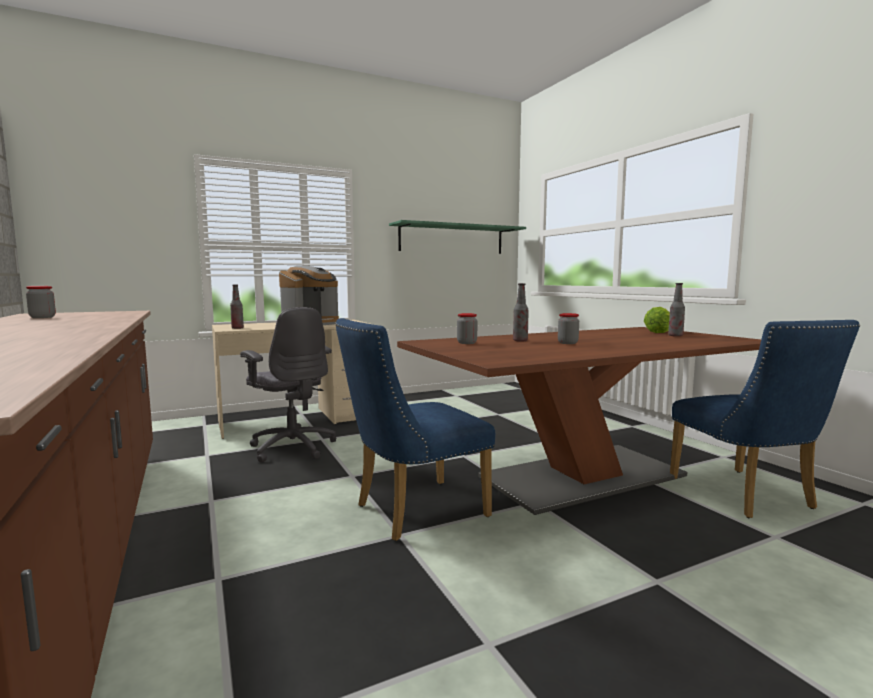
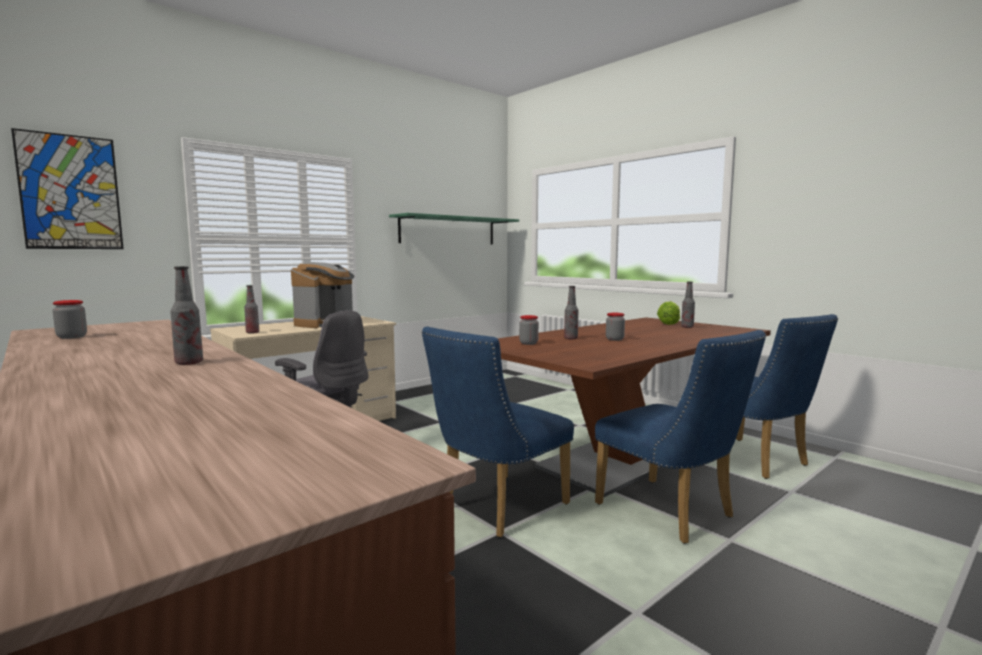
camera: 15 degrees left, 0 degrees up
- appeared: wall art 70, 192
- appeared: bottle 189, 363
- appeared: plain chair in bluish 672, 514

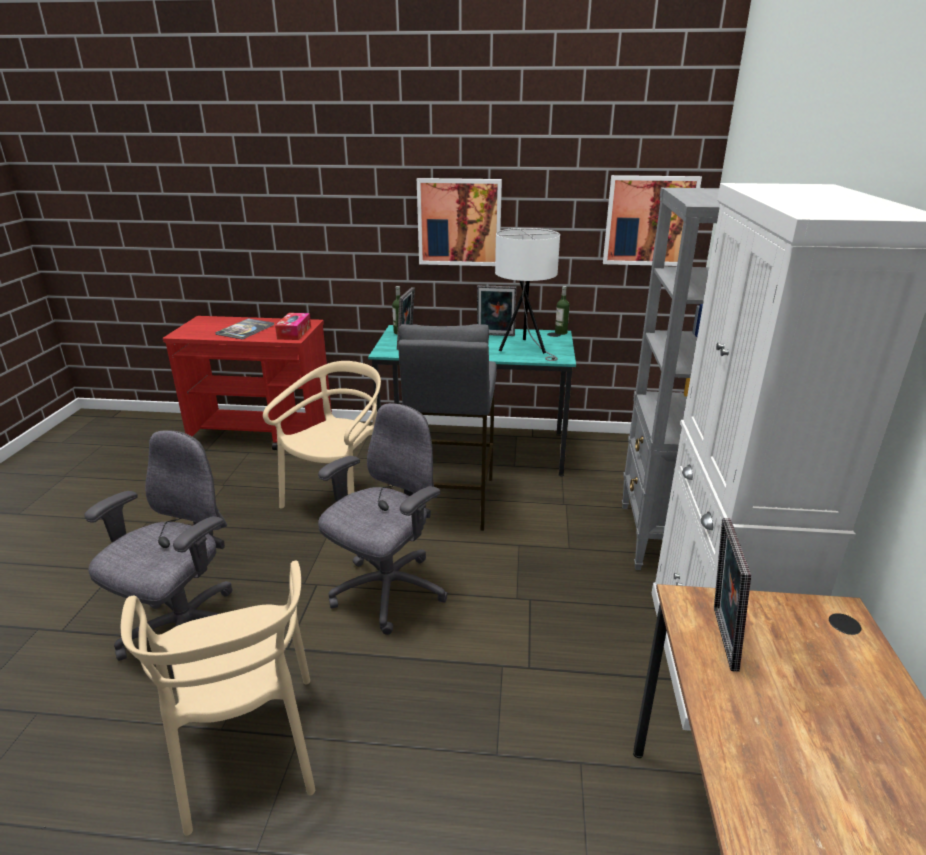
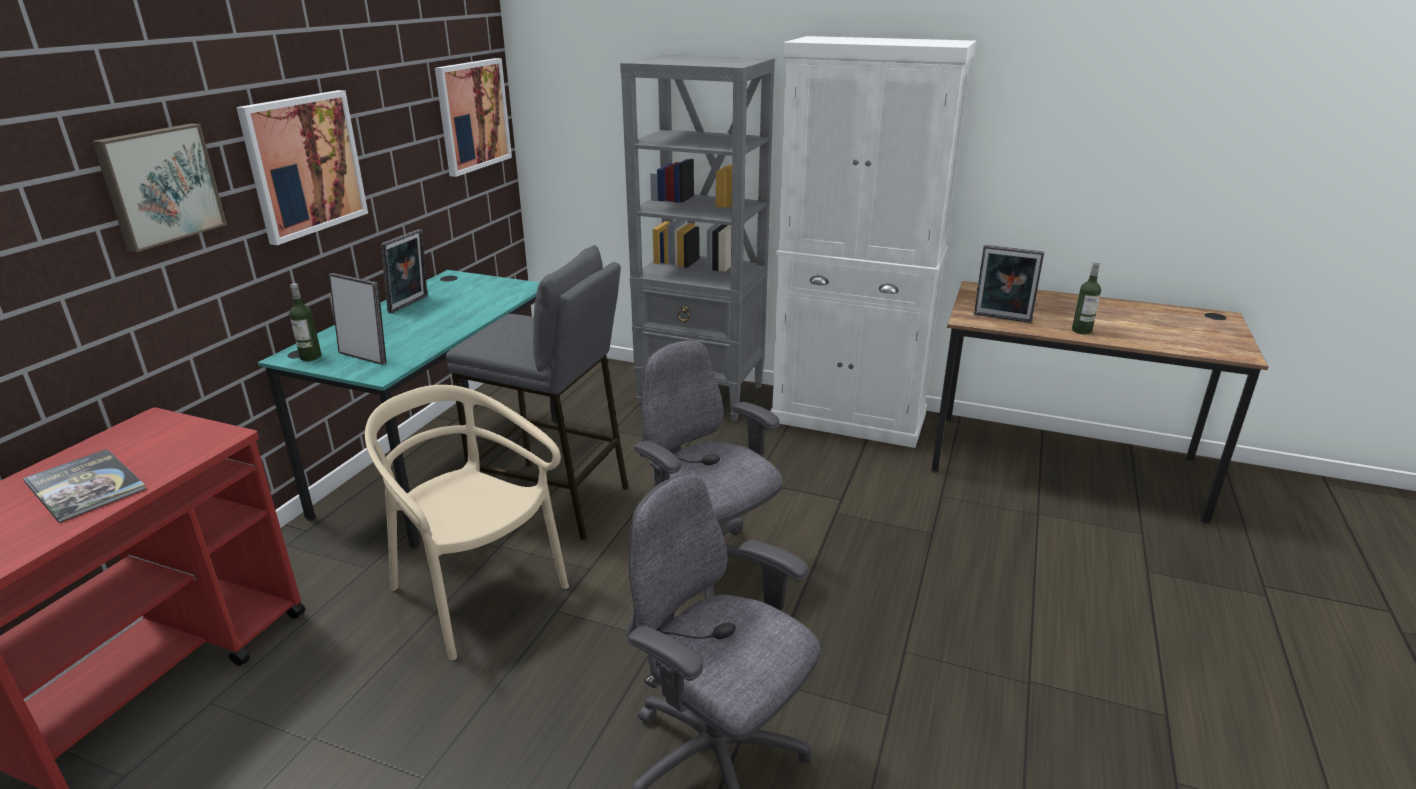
camera: 75 degrees left, 0 degrees up
- missing: tabletop lamp in white 524, 349
- relocated: bottle 561, 332 to 1081, 331
- missing: box of tissues 294, 332
- missing: plain chair in beige 246, 747
- appeared: wall art 160, 185

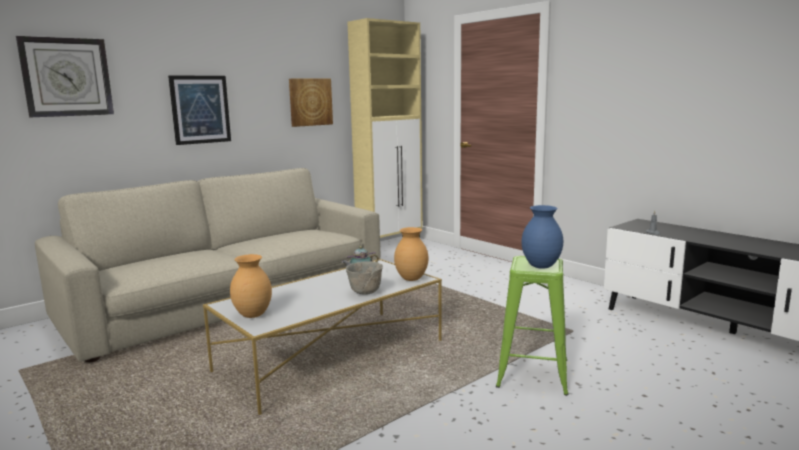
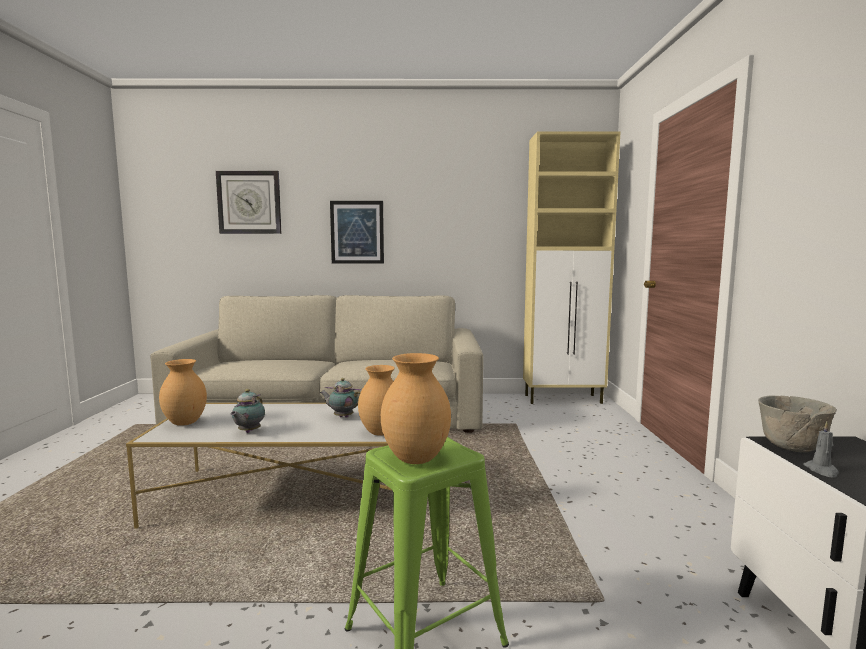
camera: 40 degrees right, 5 degrees down
- missing: wall art 310, 102
- colour: vase in bluish 541, 266 to vase in brown-coloured 415, 459
- relocated: deep dish in greyish 365, 292 to 792, 448
- appeared: pot for tea 248, 432

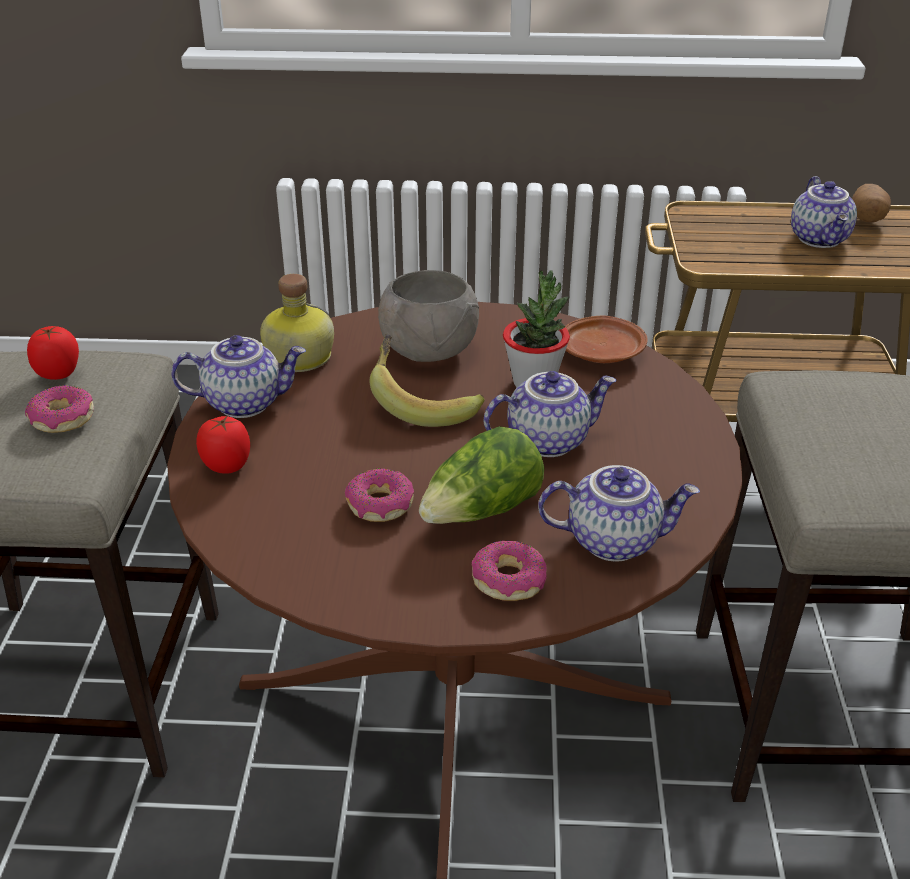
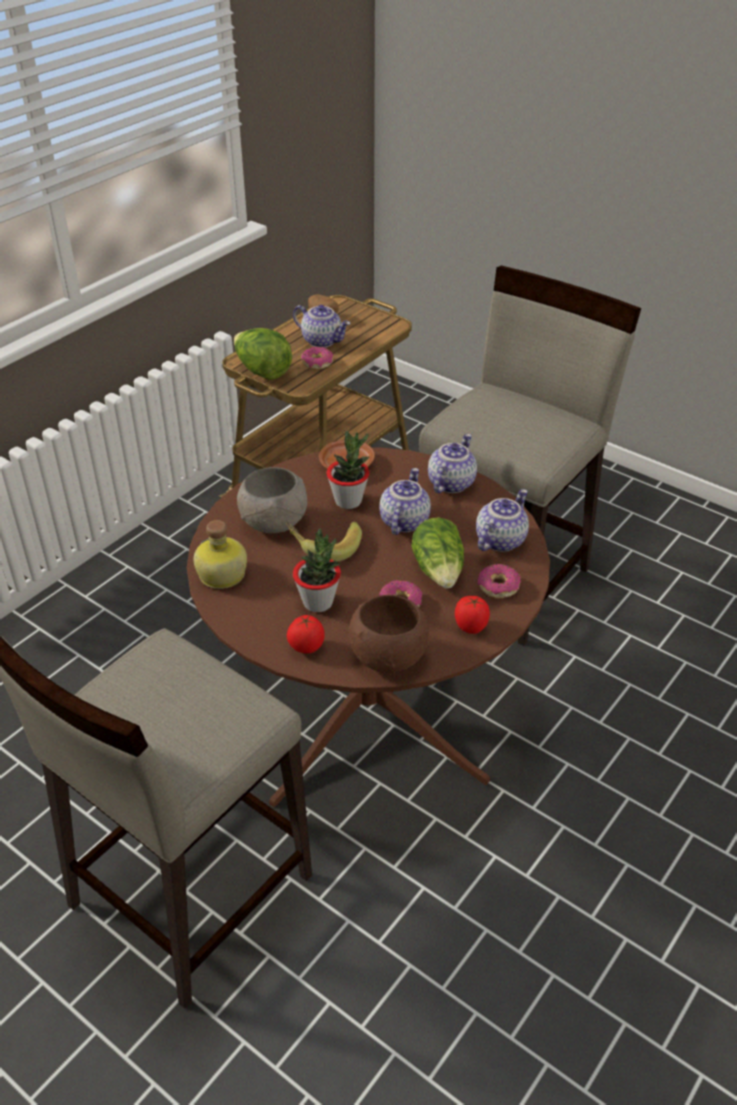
camera: 55 degrees left, 5 degrees up
- relocated: whole tomato 59, 373 to 470, 627
- relocated: pot for tea 244, 402 to 450, 483
- relocated: donut 62, 419 to 317, 363
- appeared: lettuce head 262, 372
- appeared: plant in a pot 318, 602
- appeared: deep dish in brown-coloured 389, 657

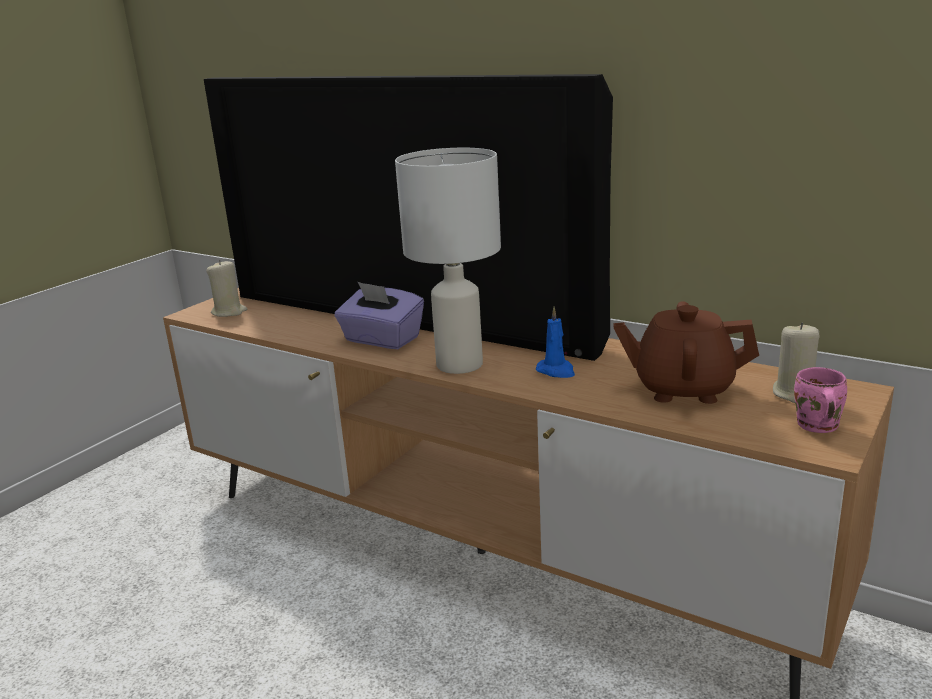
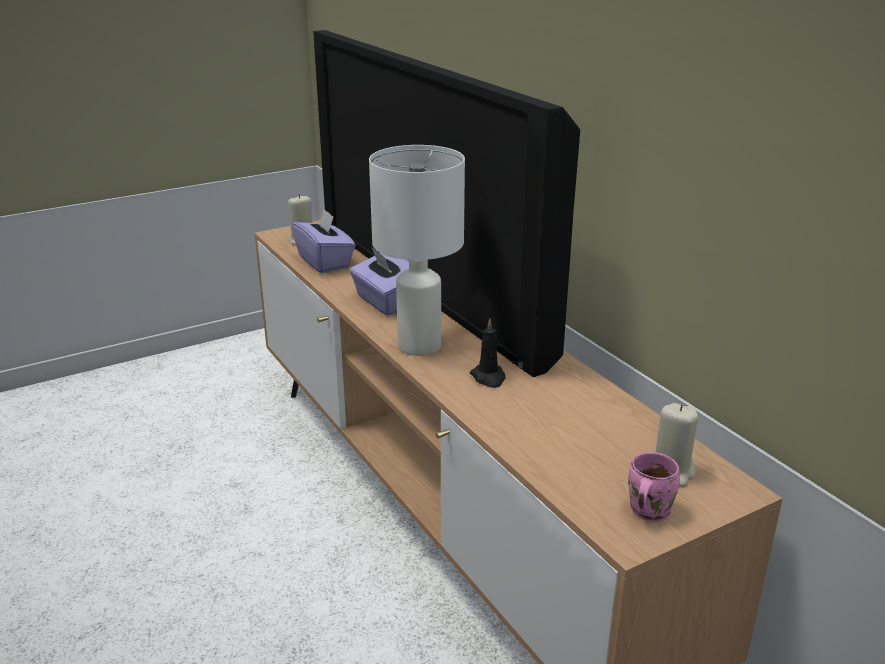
camera: 25 degrees right, 5 degrees up
- missing: pot for tea in brown-coloured 683, 389
- colour: wax candle in bluish 556, 371 to wax candle in blackish 488, 378
- appeared: box of tissues in purple-coloured 325, 262

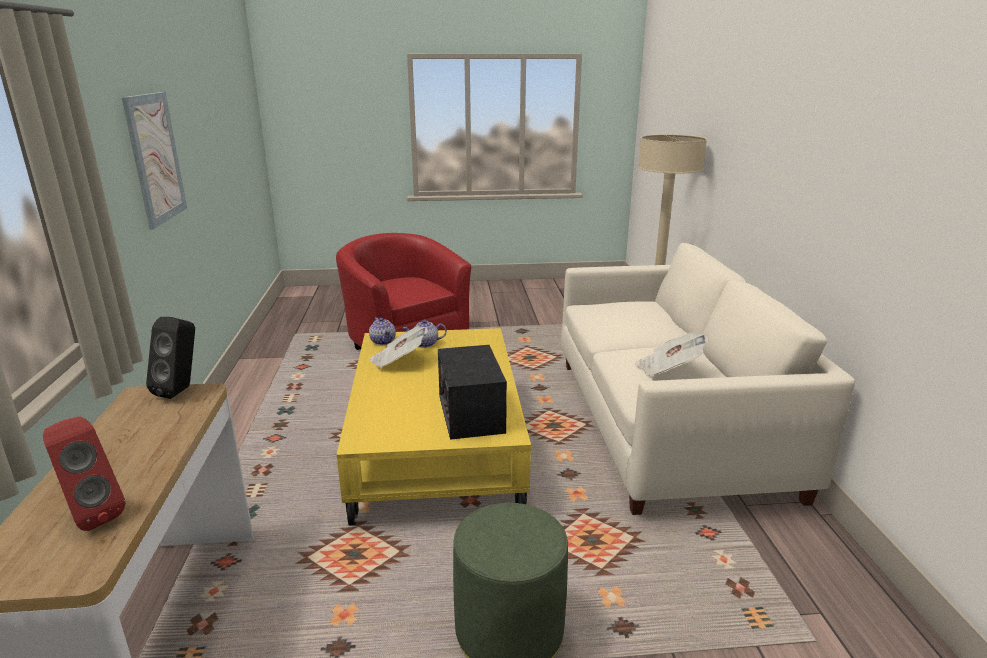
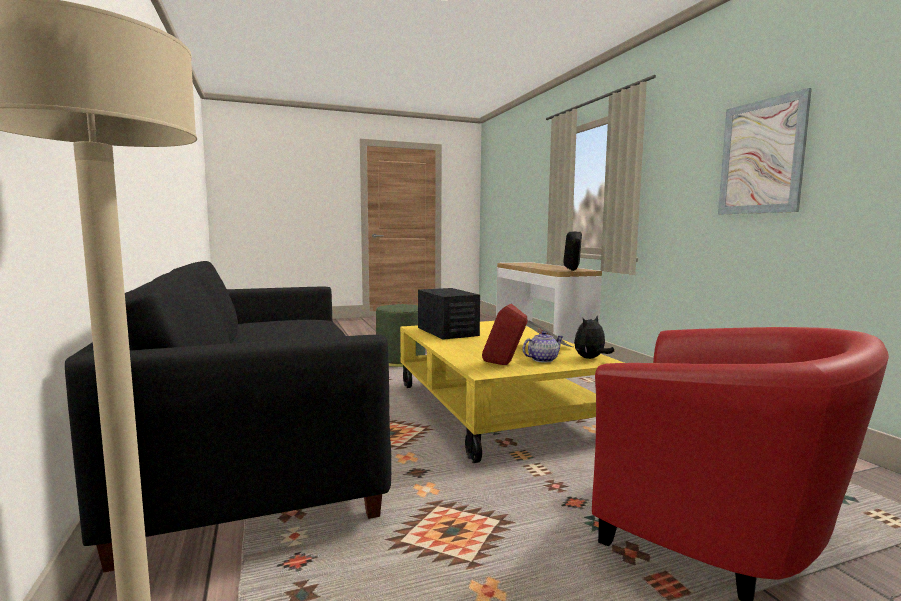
camera: 165 degrees right, 15 degrees down
- colour: settee in white 667, 424 to settee in blackish 256, 449
- exchanged: pot for tea 383, 341 to plush toy 590, 358
- missing: daily paper 668, 369
- relocated: loudspeaker in red 91, 515 to 504, 364

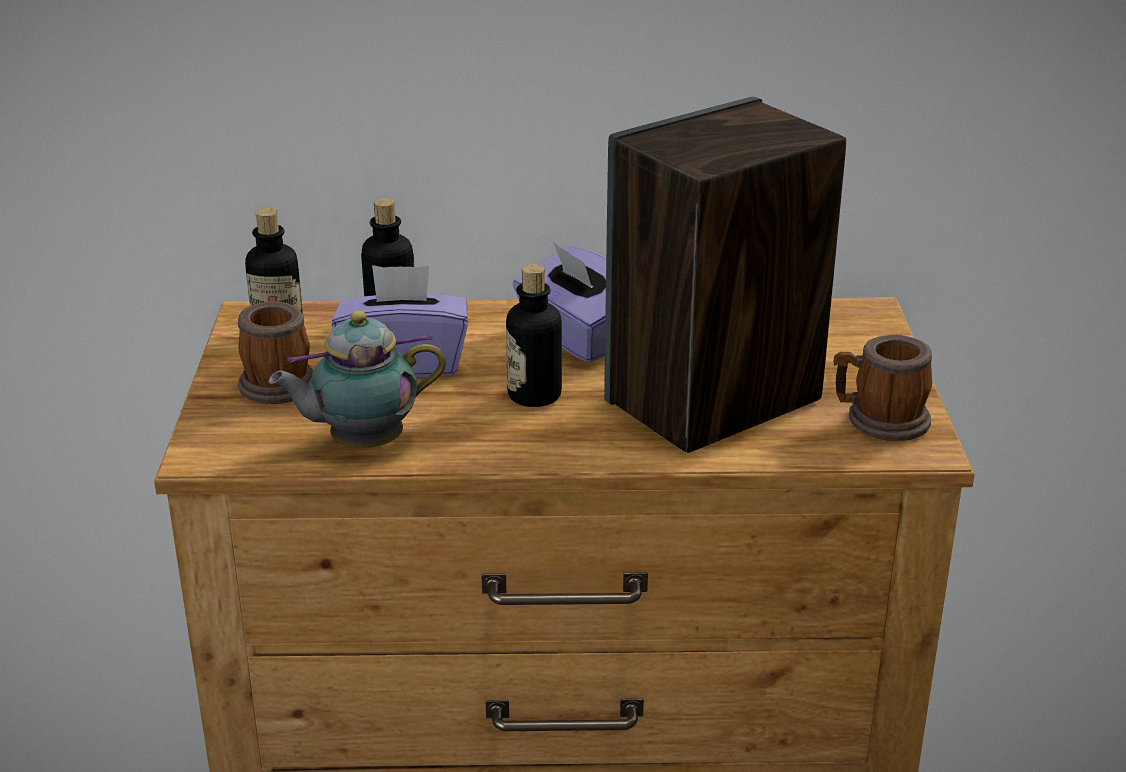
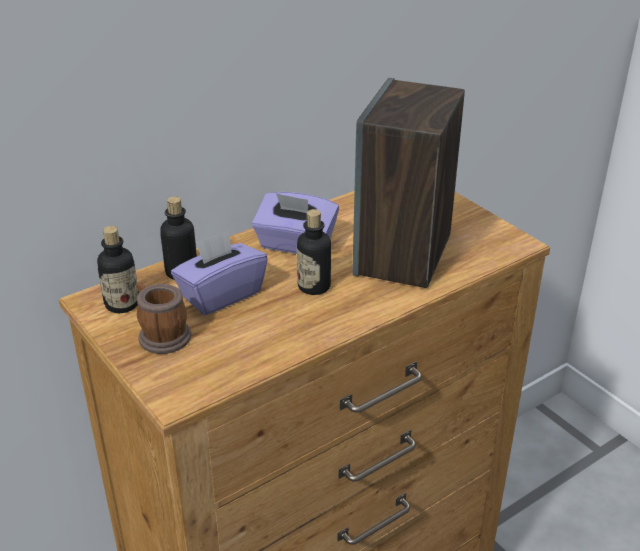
camera: 35 degrees left, 5 degrees up
- missing: pot for tea 361, 443
- missing: coffee mug 879, 421

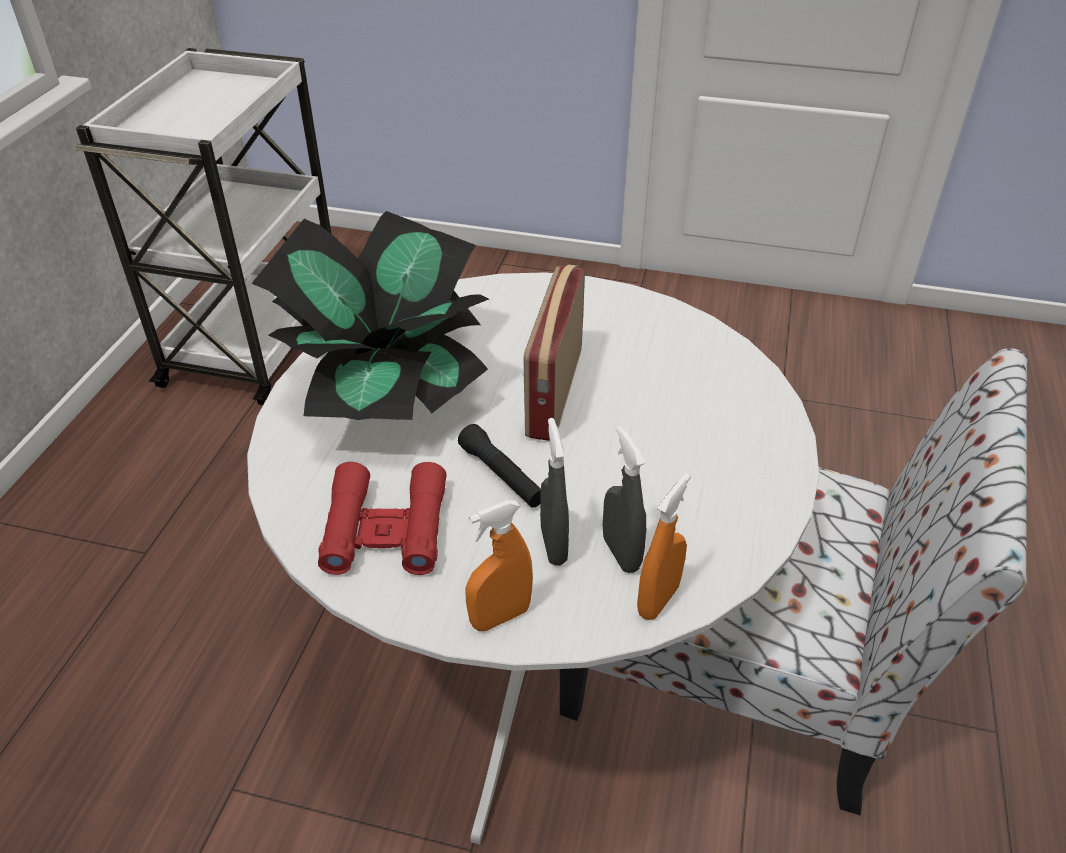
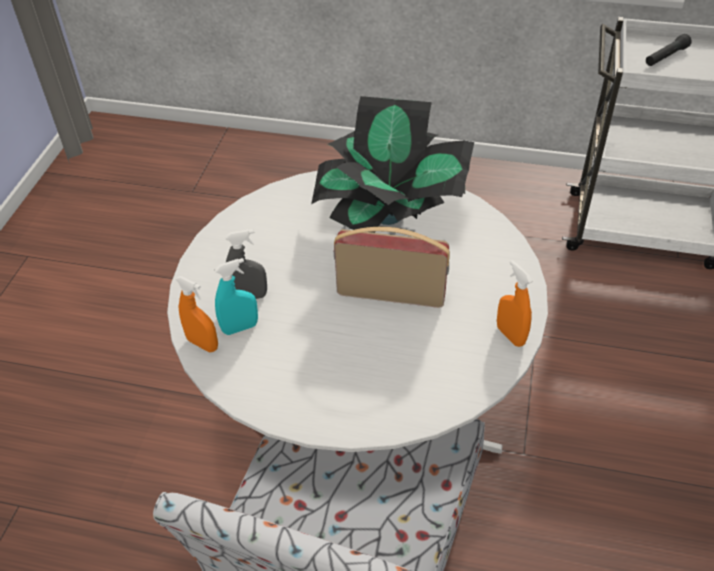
camera: 90 degrees right, 5 degrees up
- relocated: hand torch in blackish 502, 476 to 666, 57
- colour: sprayer in greyish 621, 553 to sprayer in turquoise 240, 327
- missing: pair of binoculars in red 385, 529
- relocated: sprayer in orangey 500, 617 to 510, 335

